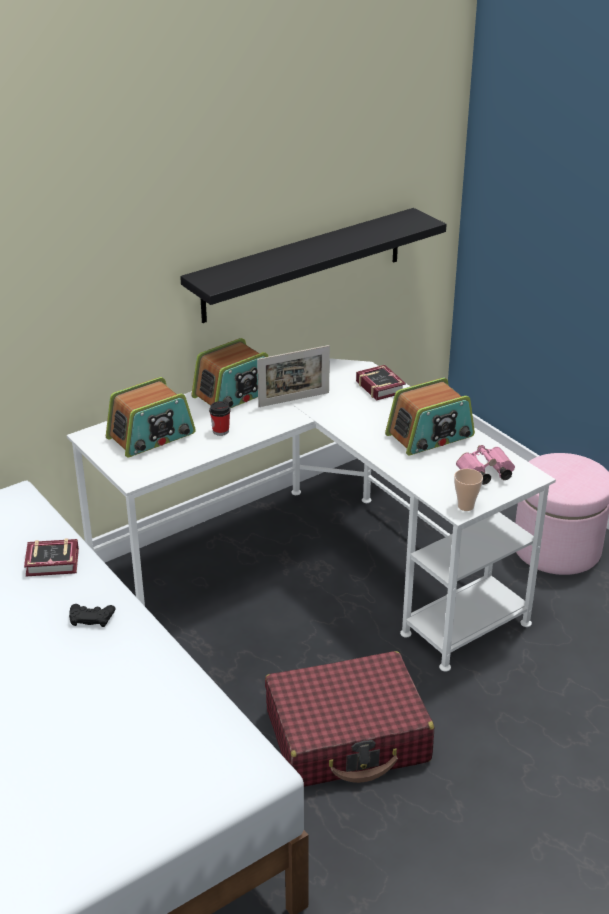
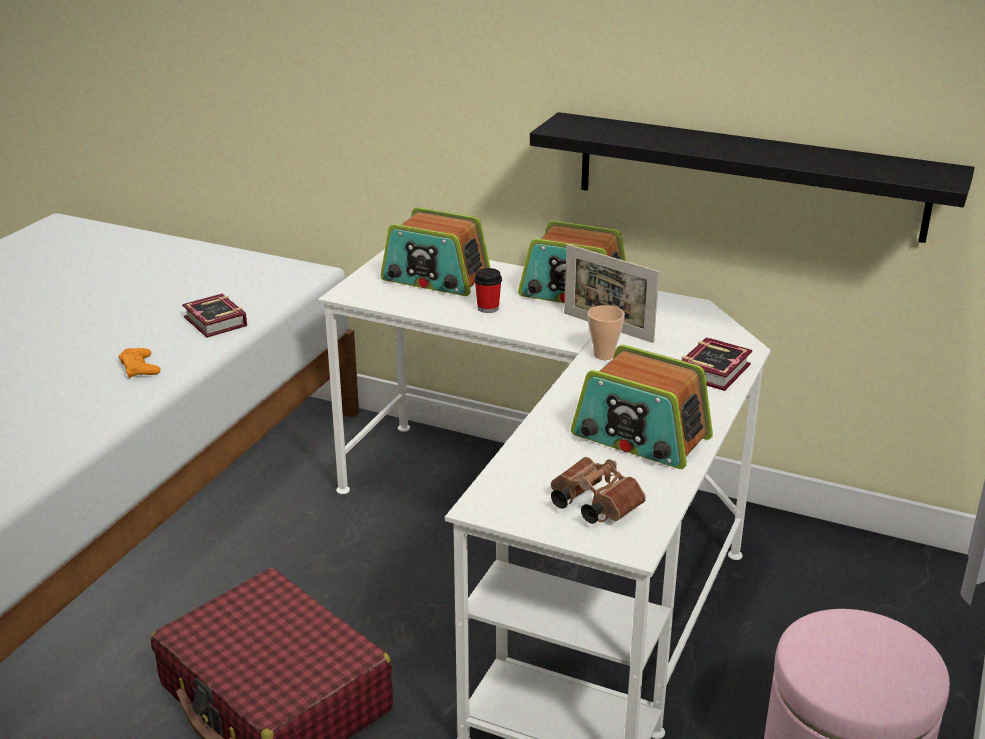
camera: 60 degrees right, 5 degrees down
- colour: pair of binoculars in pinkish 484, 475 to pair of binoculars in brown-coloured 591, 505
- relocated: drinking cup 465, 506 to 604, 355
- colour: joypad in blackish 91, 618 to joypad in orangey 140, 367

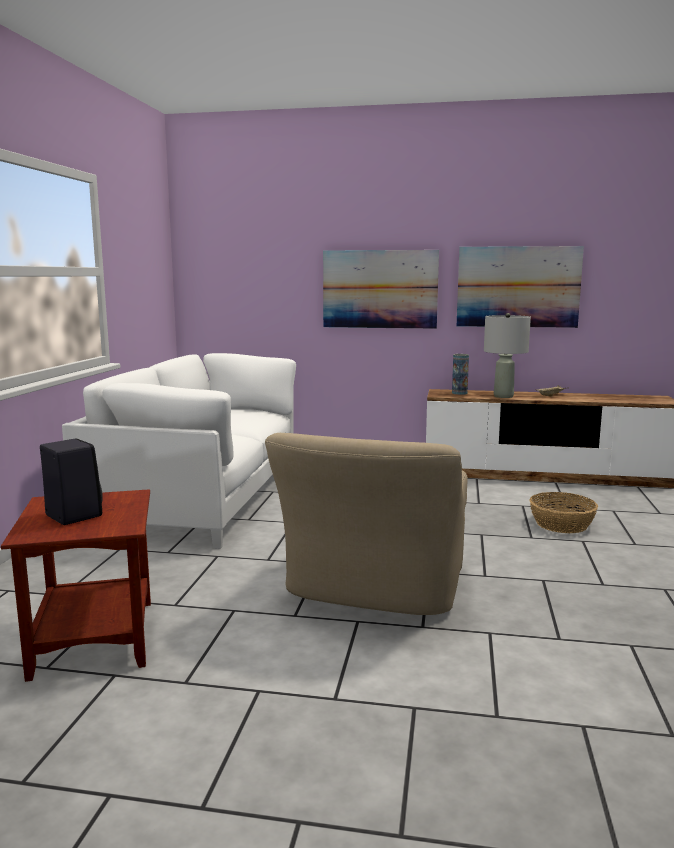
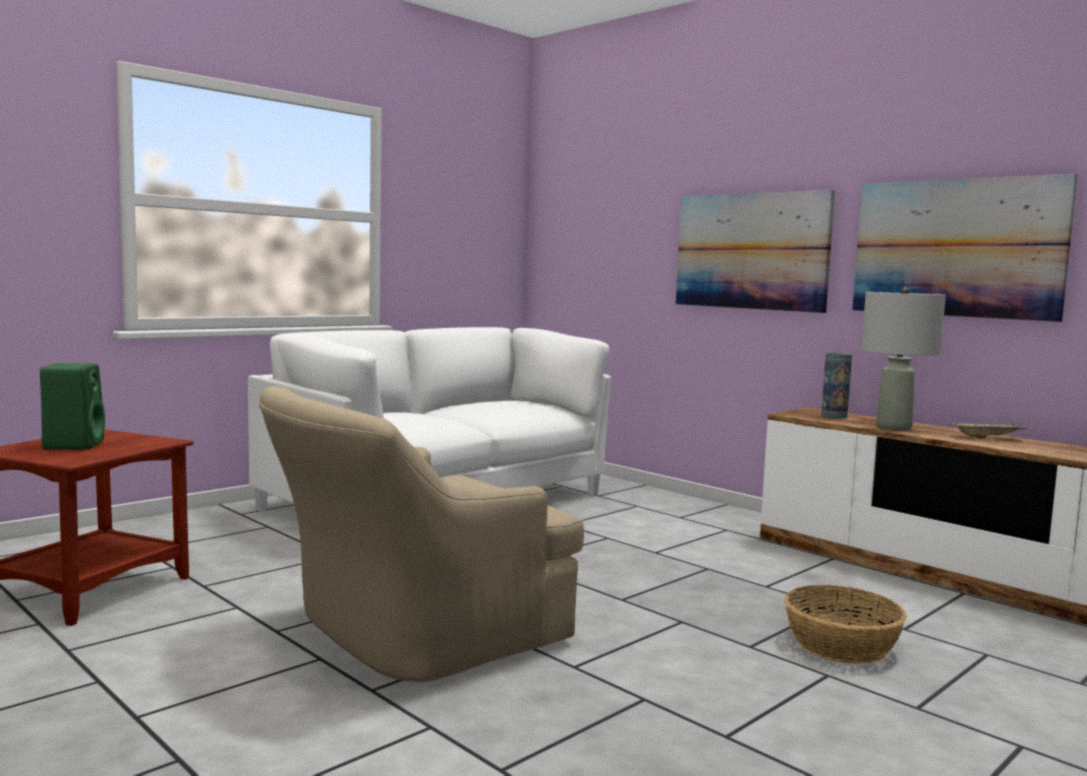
camera: 35 degrees right, 5 degrees down
- colour: loudspeaker in blackish 72, 515 to loudspeaker in green 74, 445

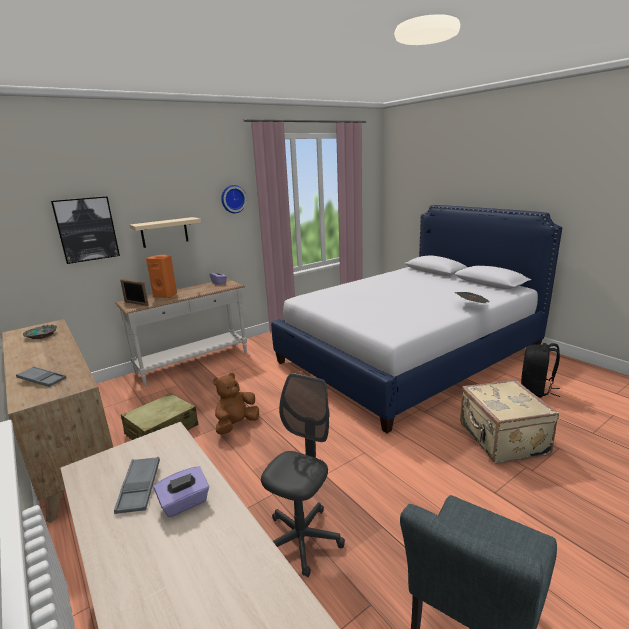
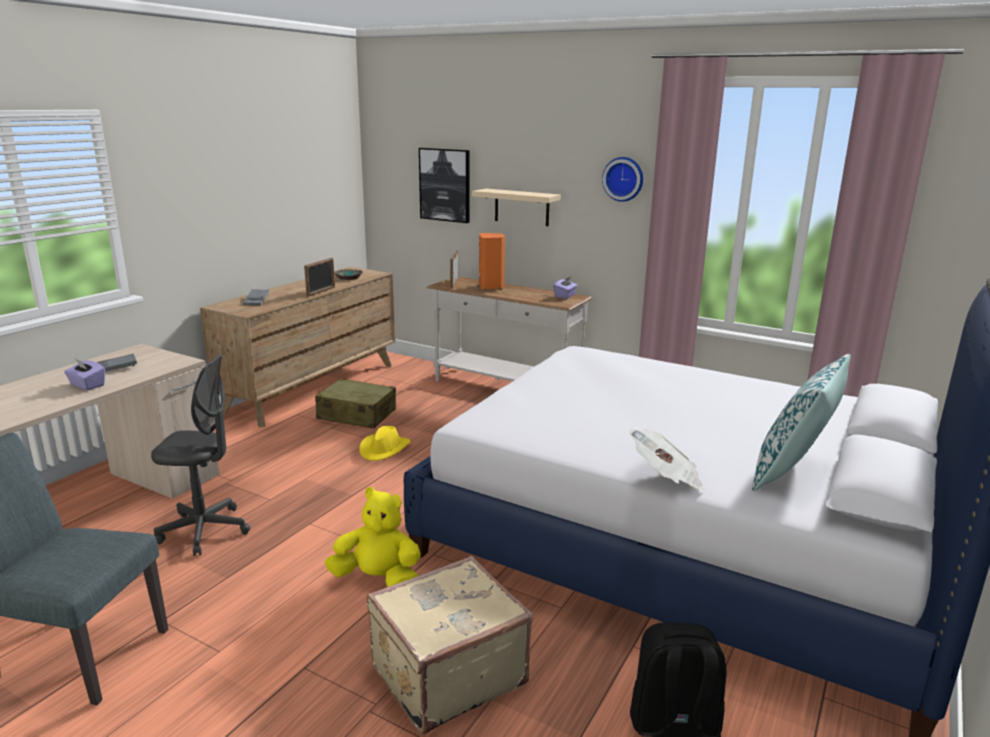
camera: 65 degrees right, 0 degrees up
- exchanged: plush toy in brown-coloured 236, 425 to hat in yellow 384, 449
- appeared: standing frame 321, 292
- appeared: cushion 793, 472
- appeared: plush toy in yellow 378, 580

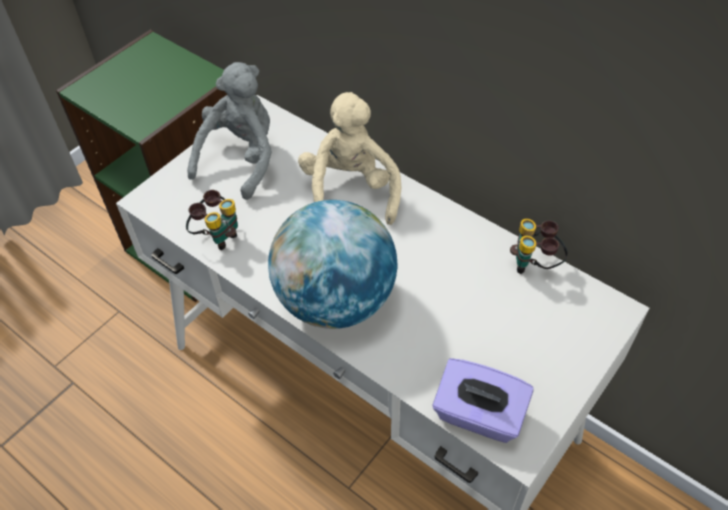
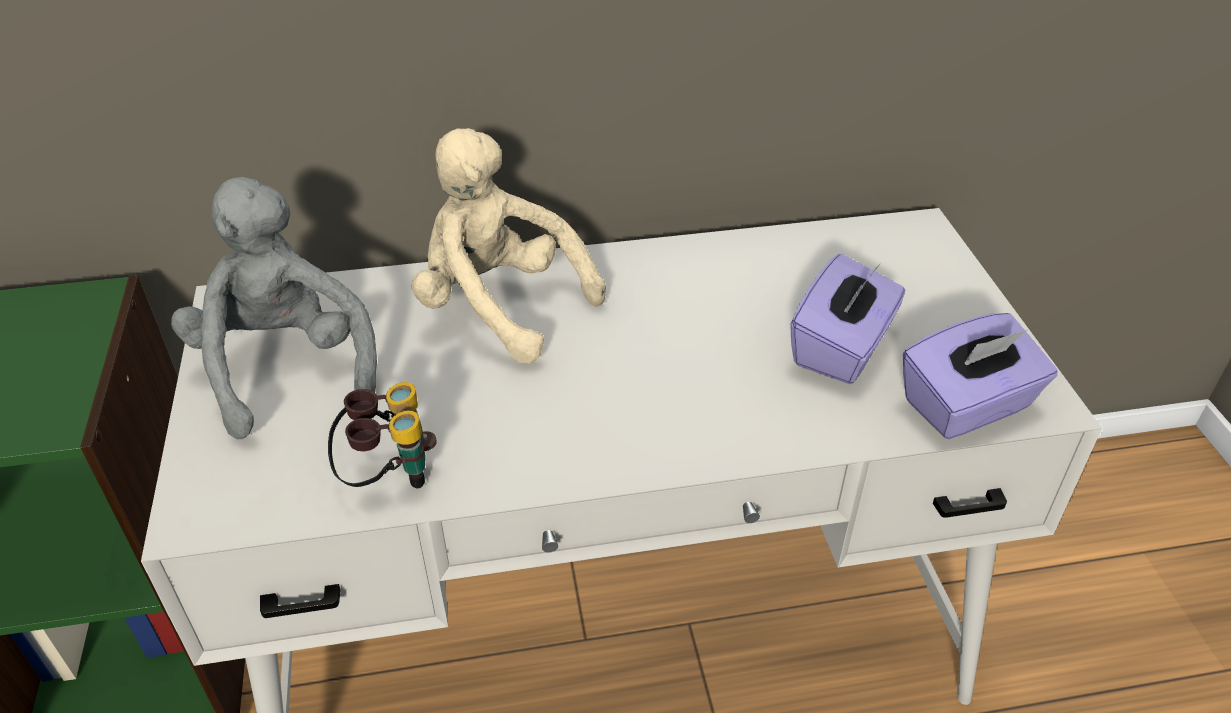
camera: 50 degrees left, 10 degrees down
- missing: world globe 335, 300
- missing: pair of binoculars 535, 265
- appeared: box of tissues in purple-coloured 842, 348

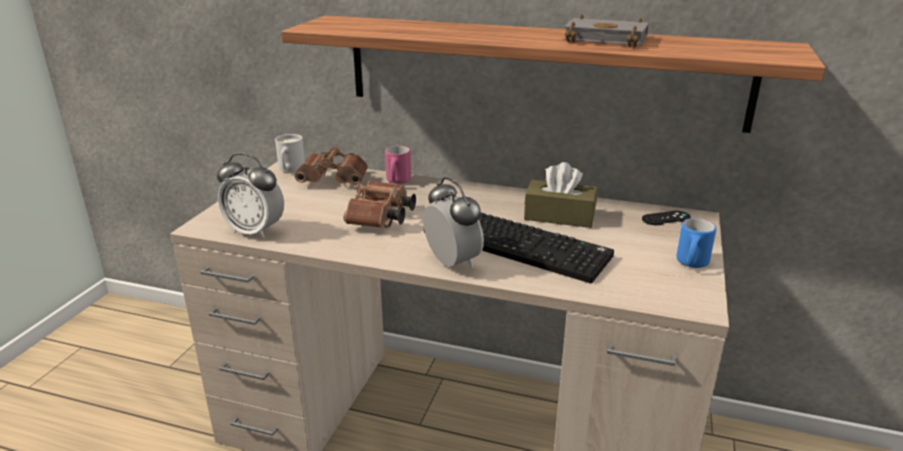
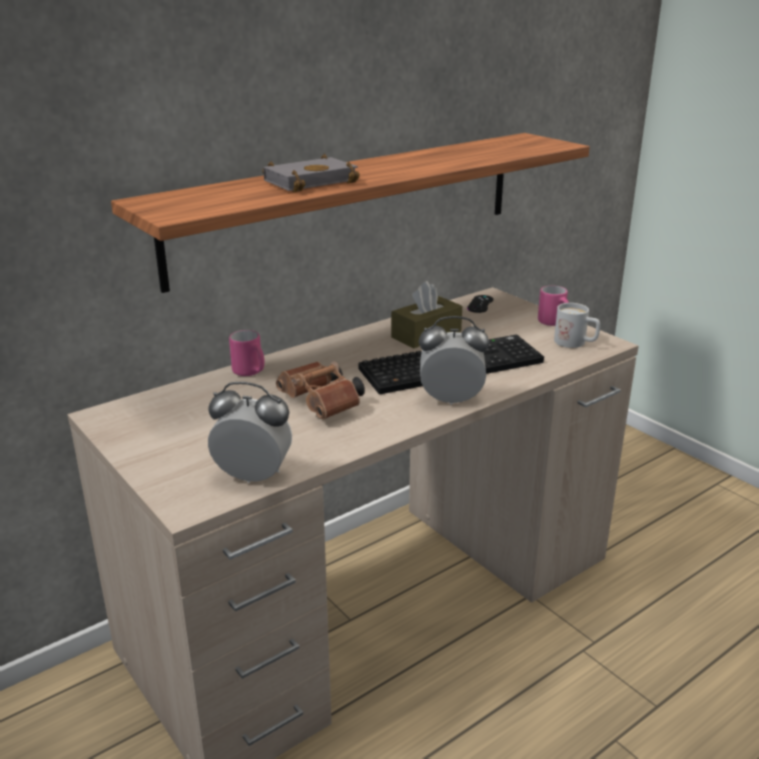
camera: 55 degrees left, 0 degrees up
- relocated: volume in greyish 608, 39 to 311, 181
- relocated: coffee mug in white 290, 170 to 576, 343
- missing: pair of binoculars in brown-coloured 335, 181
- spun: table clock 255, 231 = 253, 476 135 degrees counterclockwise
- colour: coffee mug in bluish 691, 264 to coffee mug in pinkish 554, 323

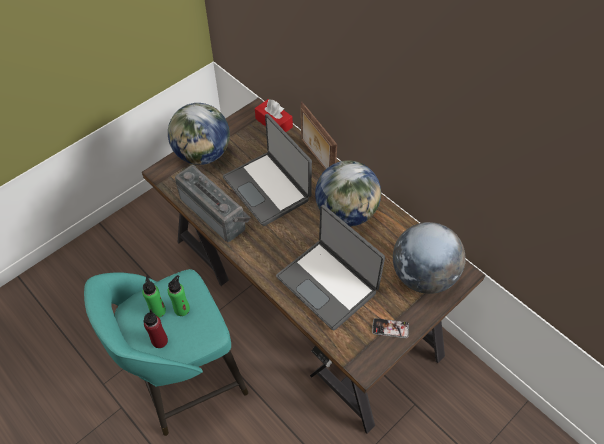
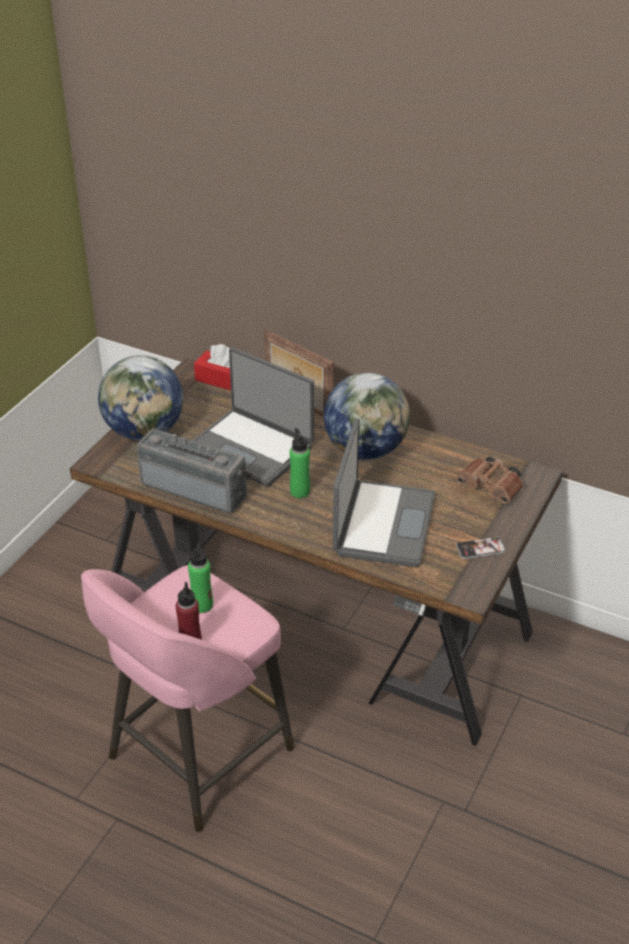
camera: 20 degrees left, 15 degrees down
- spun: portable computer 328, 283 = 382, 524 105 degrees counterclockwise
- exchanged: world globe 423, 276 to pair of binoculars in brown-coloured 492, 489
- colour: stool seat in turquoise 186, 378 to stool seat in pinkish 196, 756
- relocated: bottle in green 158, 310 to 300, 491

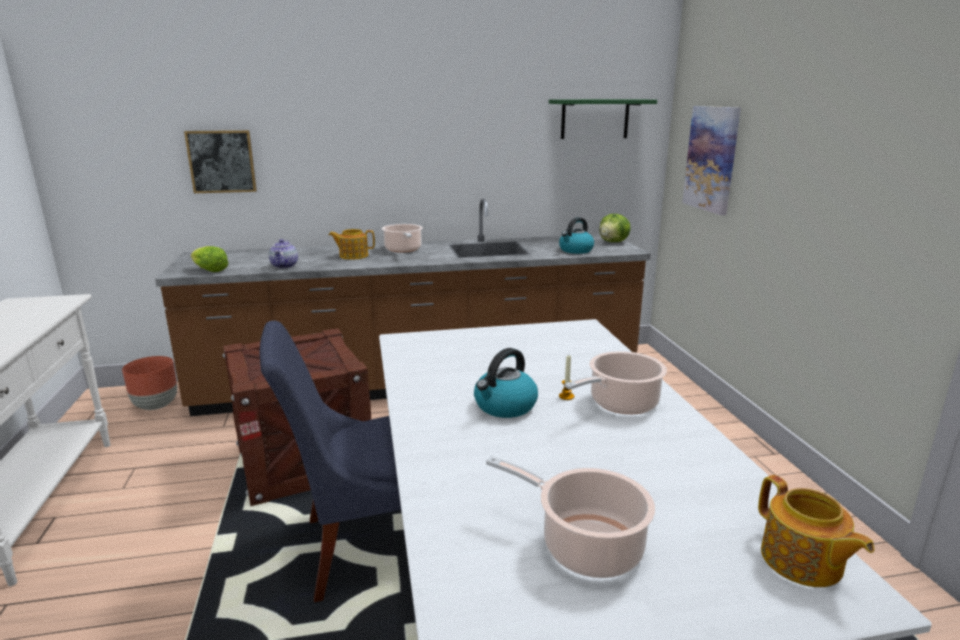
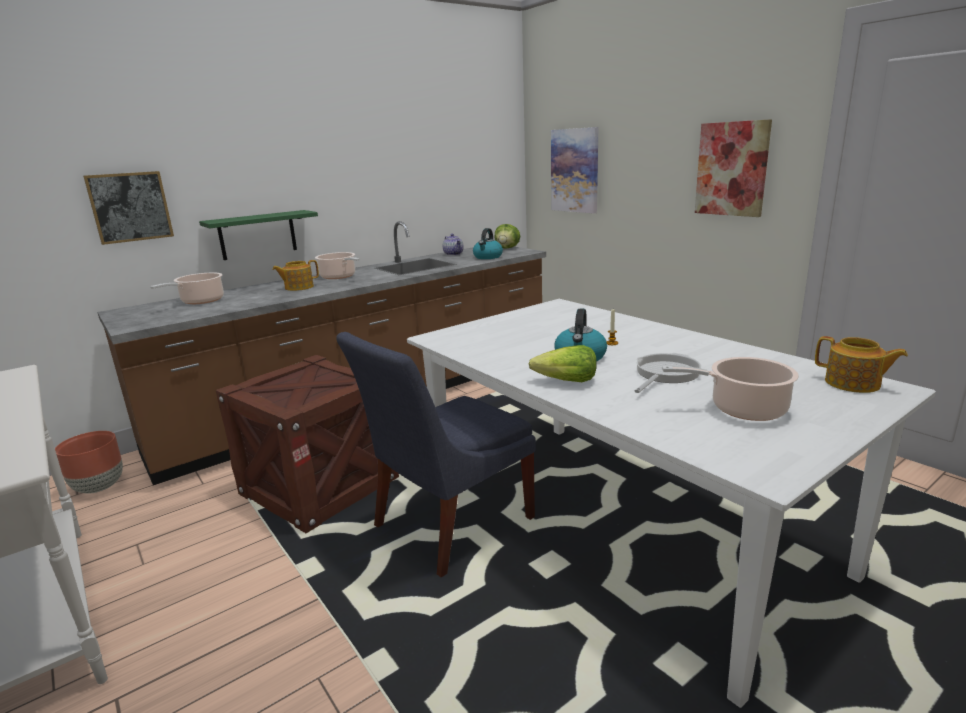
camera: 25 degrees left, 0 degrees up
- relocated: bracket shelf in green 595, 119 to 257, 235
- relocated: pot for tea 285, 266 to 453, 254
- relocated: lettuce head 209, 270 to 566, 381
- relocated: saucepot 620, 403 to 200, 301
- appeared: wall art 732, 169
- appeared: skillet 665, 374

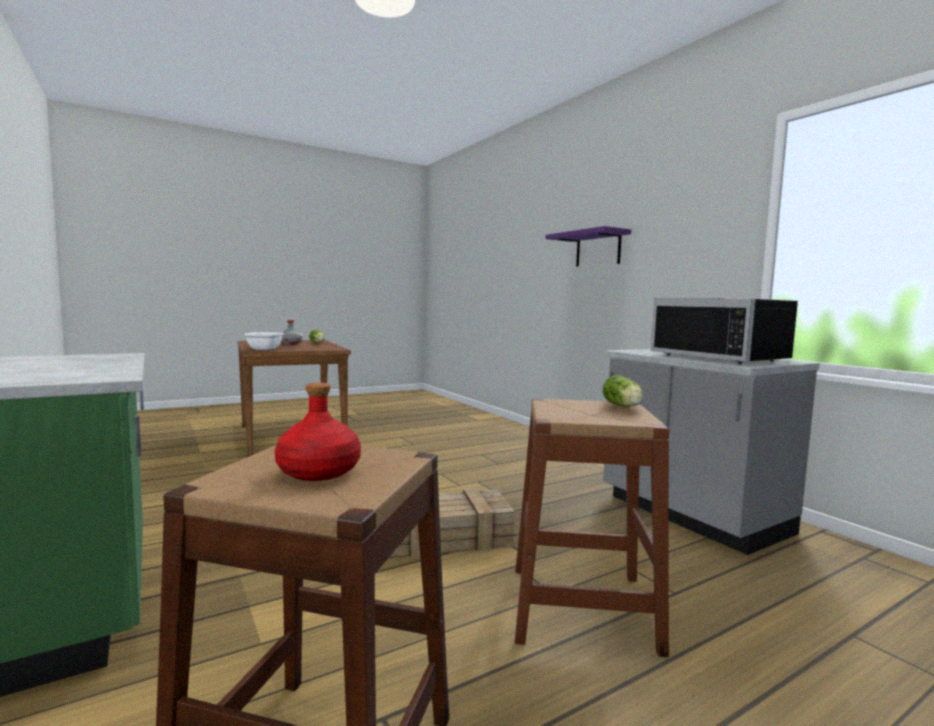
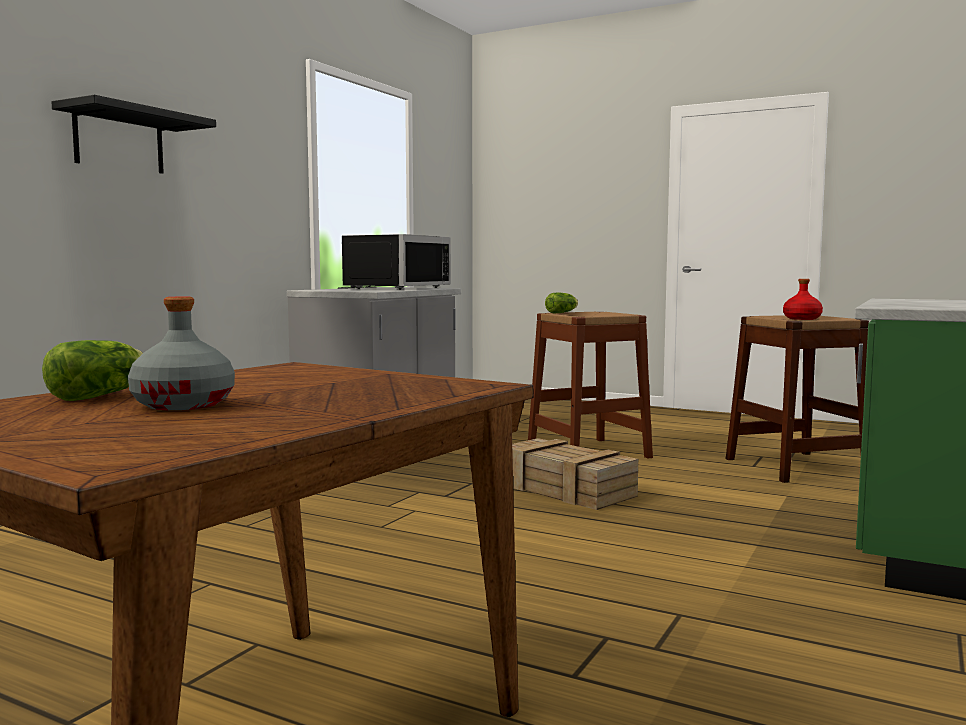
camera: 120 degrees left, 0 degrees up
- colour: bracket shelf in purple-coloured 598, 249 to bracket shelf in blackish 119, 141
- missing: skillet 268, 349

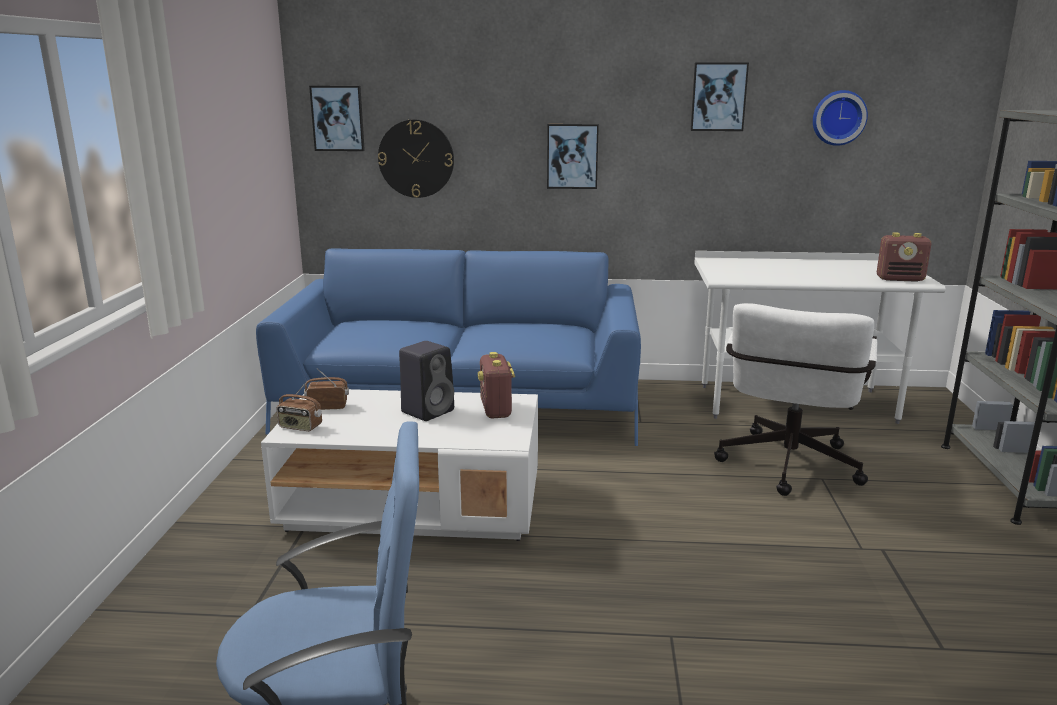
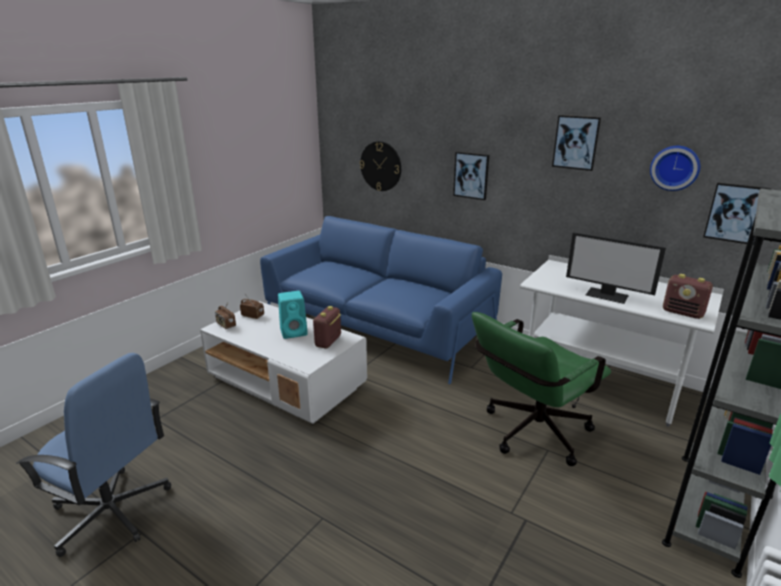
camera: 30 degrees right, 5 degrees up
- relocated: wall art 338, 118 to 736, 213
- colour: computer chair in white 787, 469 to computer chair in green 530, 434
- colour: loudspeaker in blackish 428, 411 to loudspeaker in turquoise 294, 332
- appeared: computer screen 607, 295

